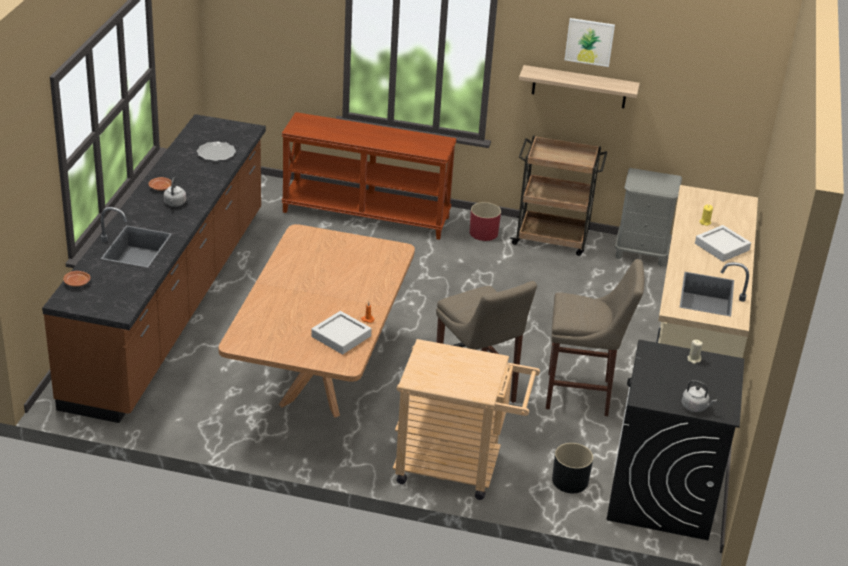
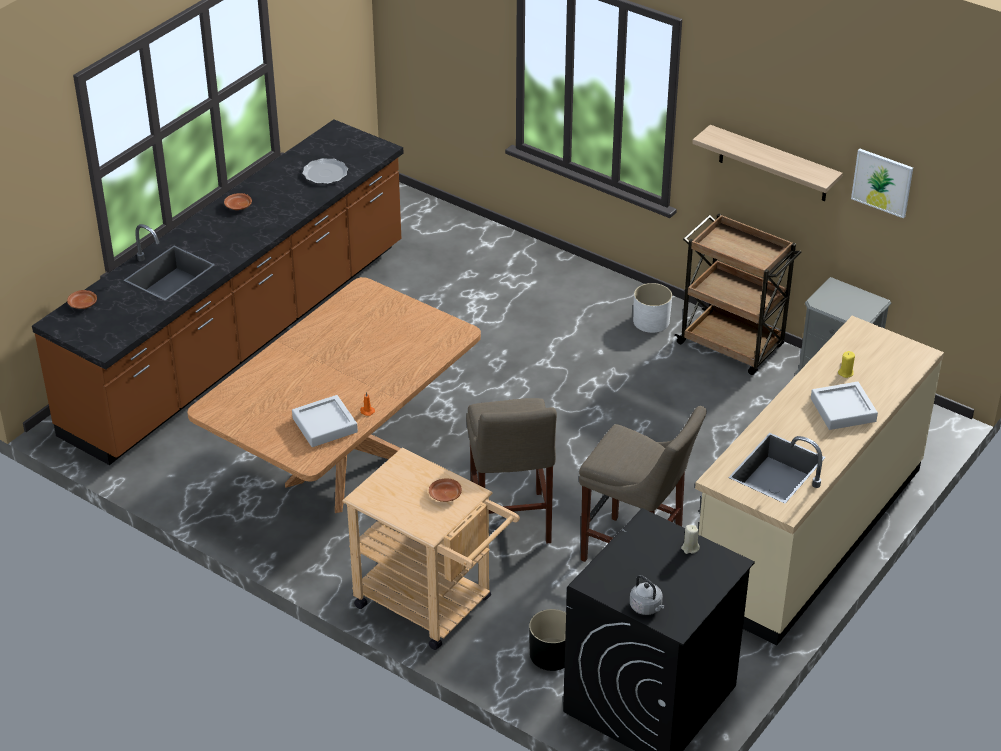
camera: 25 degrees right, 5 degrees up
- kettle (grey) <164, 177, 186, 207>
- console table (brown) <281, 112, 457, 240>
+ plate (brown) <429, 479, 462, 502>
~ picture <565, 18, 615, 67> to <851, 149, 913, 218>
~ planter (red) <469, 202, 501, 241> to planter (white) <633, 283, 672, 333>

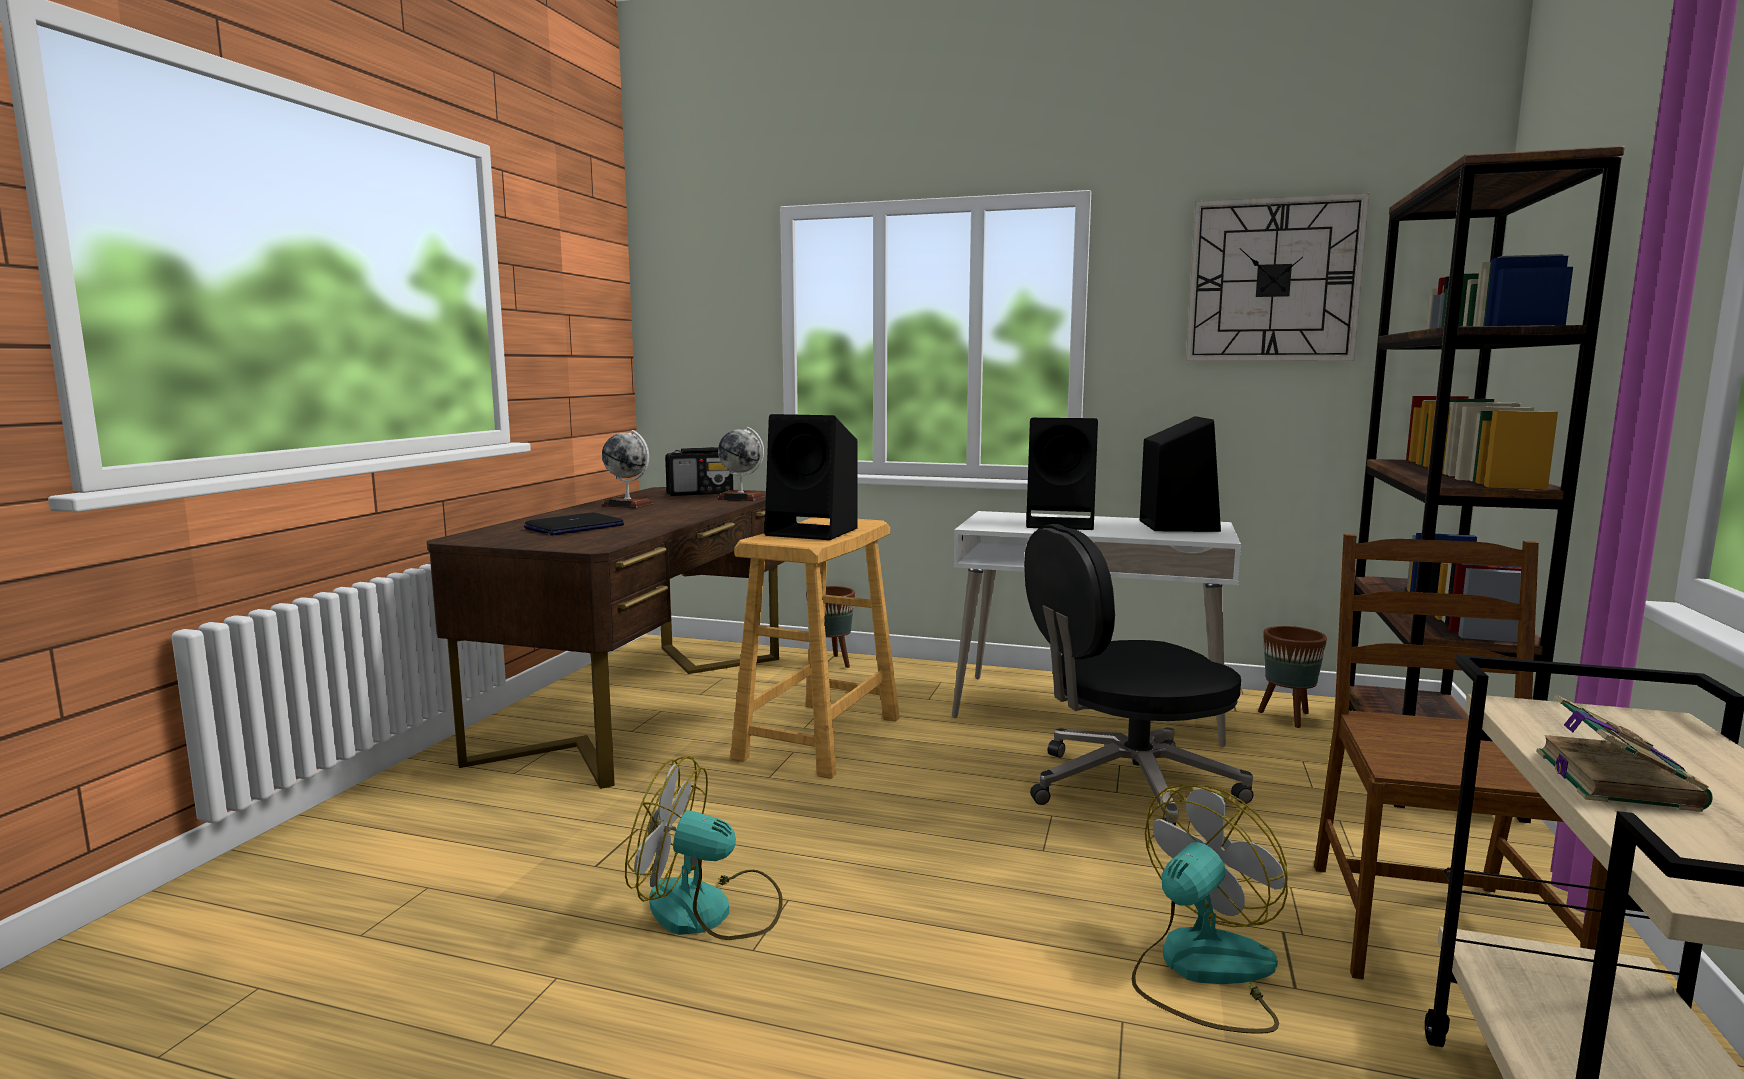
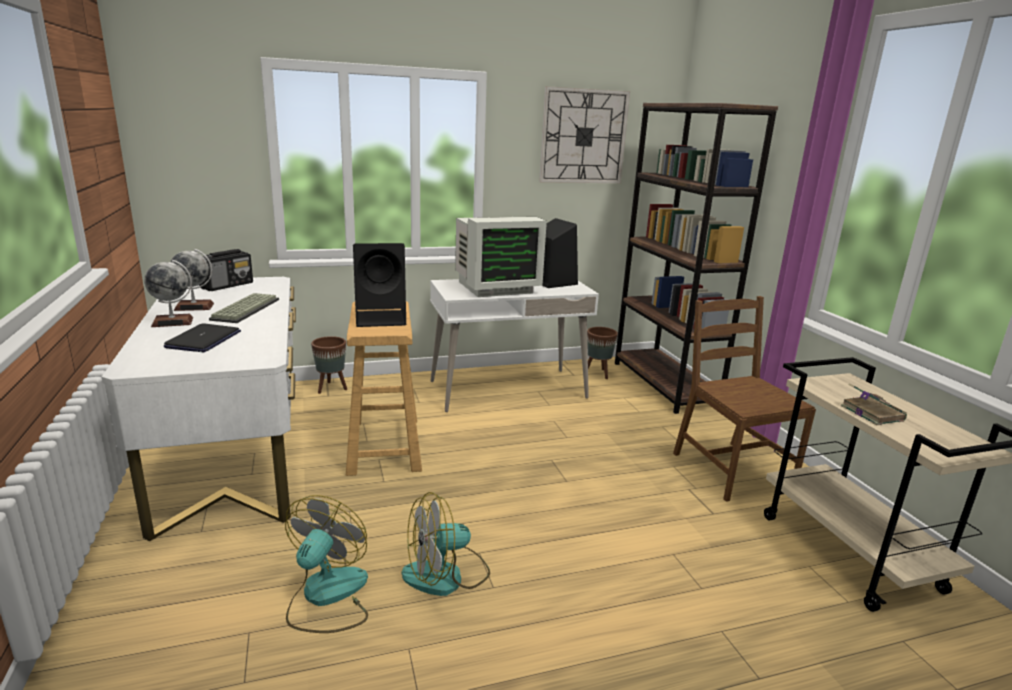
camera: 35 degrees left, 10 degrees up
- office chair (black) <1024, 524, 1253, 826>
+ keyboard <209, 293, 279, 323>
~ globe <717, 427, 764, 501> to <144, 260, 193, 327>
~ fan <1132, 784, 1288, 1034> to <285, 495, 368, 633>
~ speaker (black) <1026, 418, 1098, 530> to monitor <455, 217, 547, 297>
~ desk (brown) <427, 487, 785, 789> to desk (white) <102, 277, 296, 541>

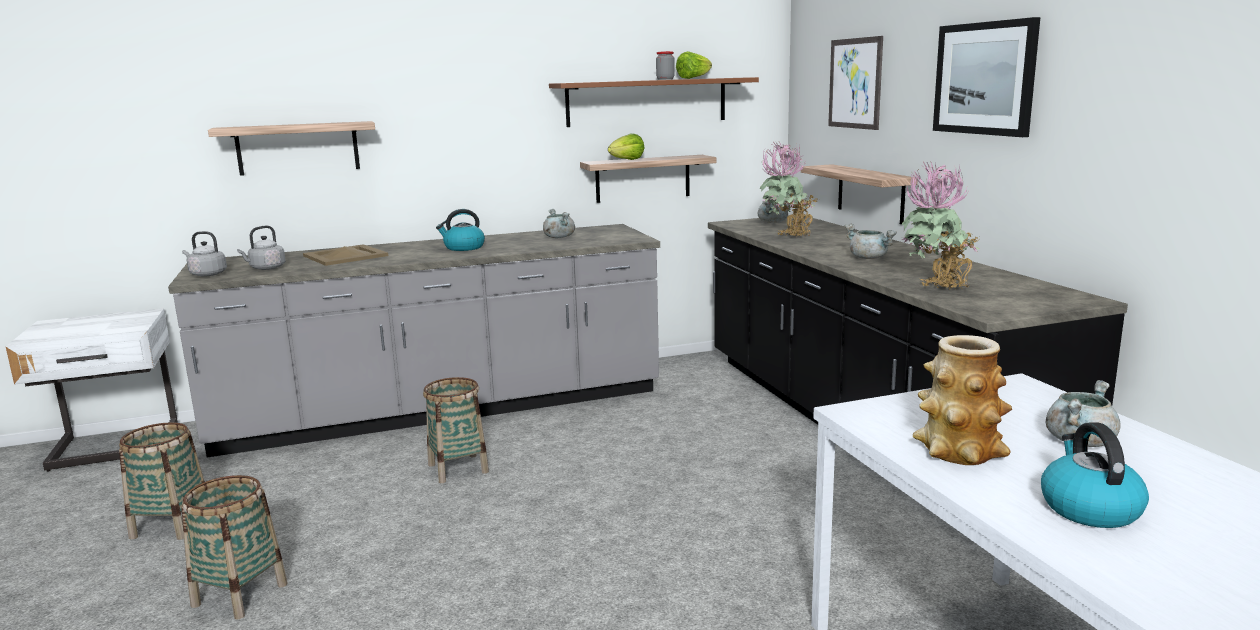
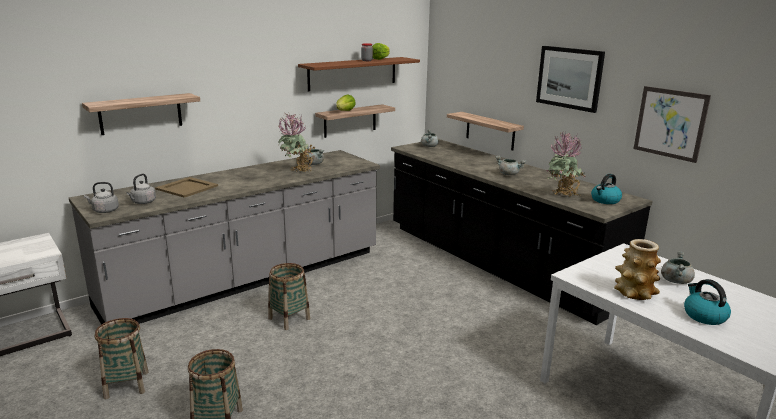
camera: 20 degrees left, 5 degrees up
~ kettle <436, 209, 485, 251> to <591, 174, 622, 204>
~ potted plant <760, 142, 819, 237> to <278, 114, 315, 172>
~ picture <828, 36, 883, 130> to <634, 86, 711, 163>

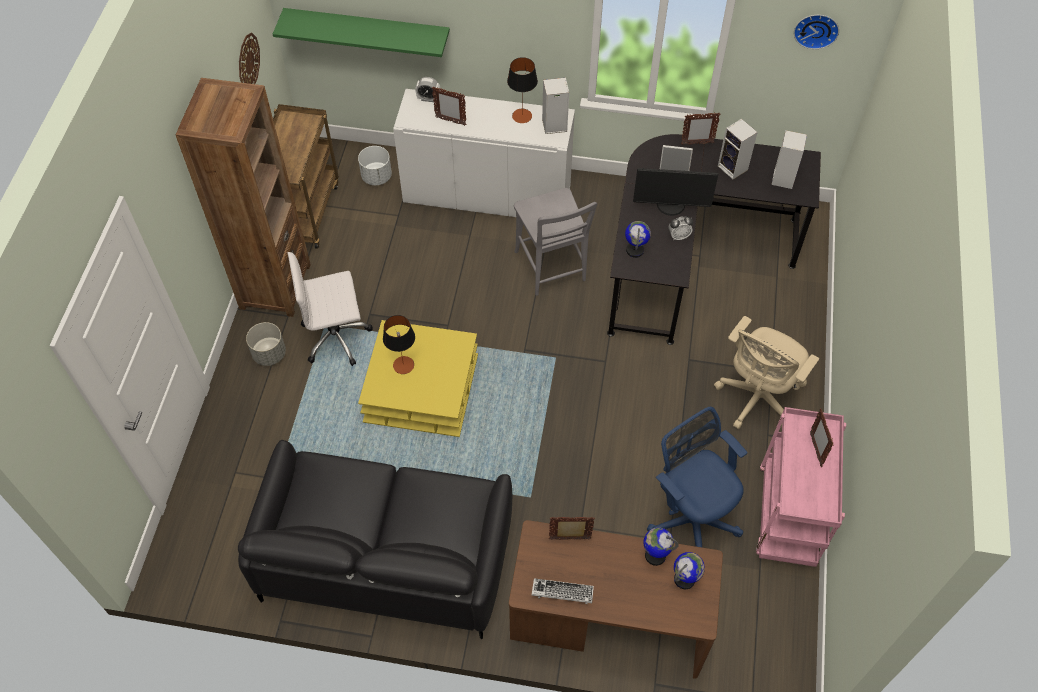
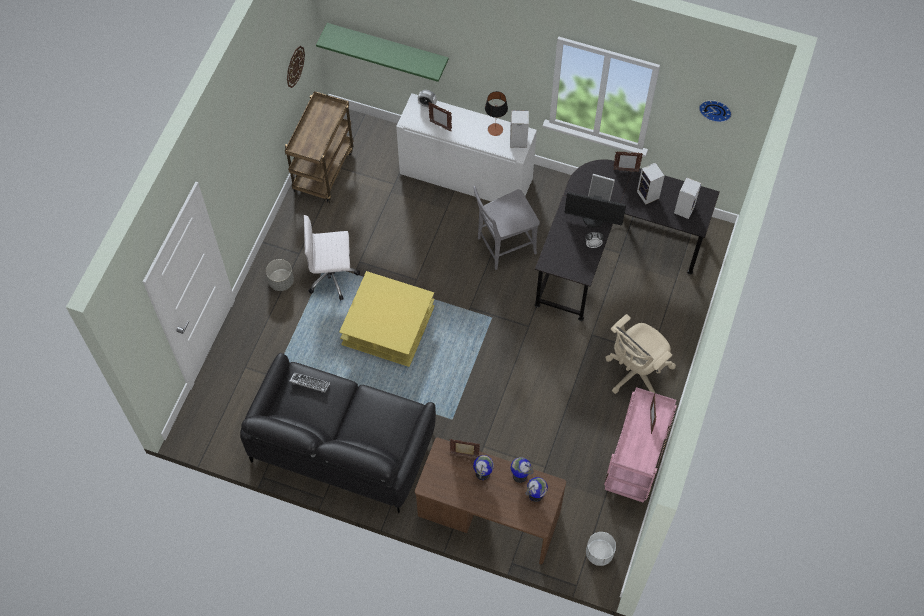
camera: 10 degrees right, 5 degrees up
- bookcase (brown) <176, 78, 311, 317>
- table lamp <383, 315, 415, 374>
- office chair (blue) <647, 407, 748, 547>
~ planter (white) <358, 146, 392, 185> to <586, 532, 616, 566>
~ keyboard <531, 578, 594, 604> to <289, 372, 330, 393>
~ globe <625, 221, 651, 258> to <473, 455, 494, 480>
~ chair (grey) <514, 188, 597, 296> = <473, 186, 540, 270> 75 degrees clockwise

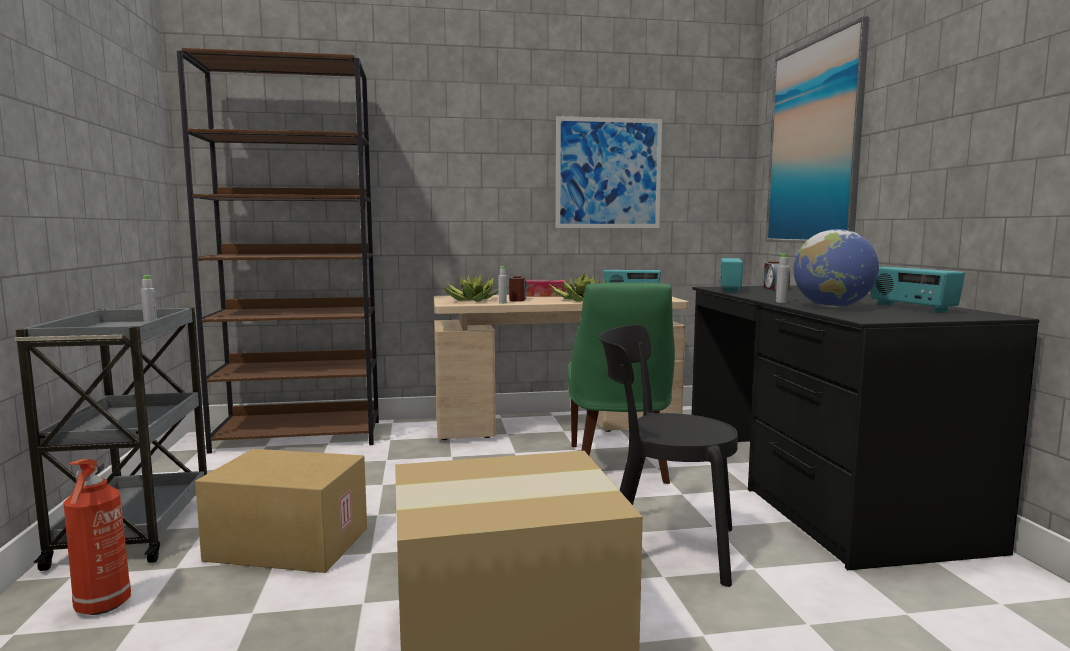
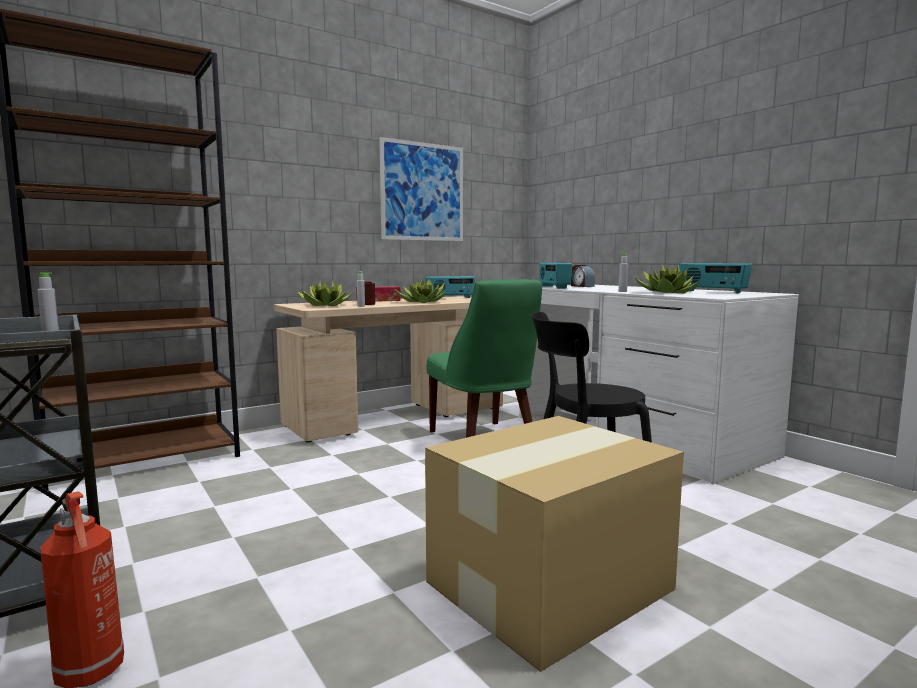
camera: 25 degrees left, 0 degrees up
- cardboard box <195, 449, 367, 573>
- picture <766, 16, 870, 243>
~ globe <794, 229, 879, 308> to potted plant <634, 264, 700, 293>
~ desk (black) <692, 285, 1039, 570> to desk (white) <519, 285, 799, 484>

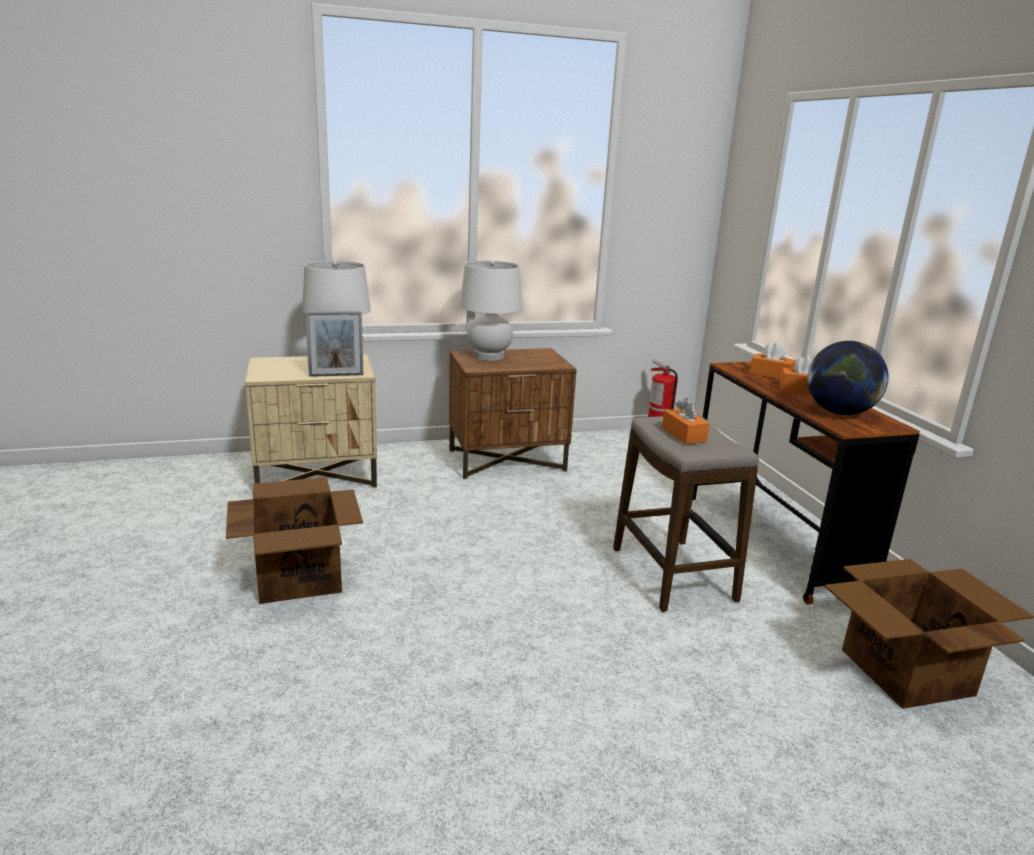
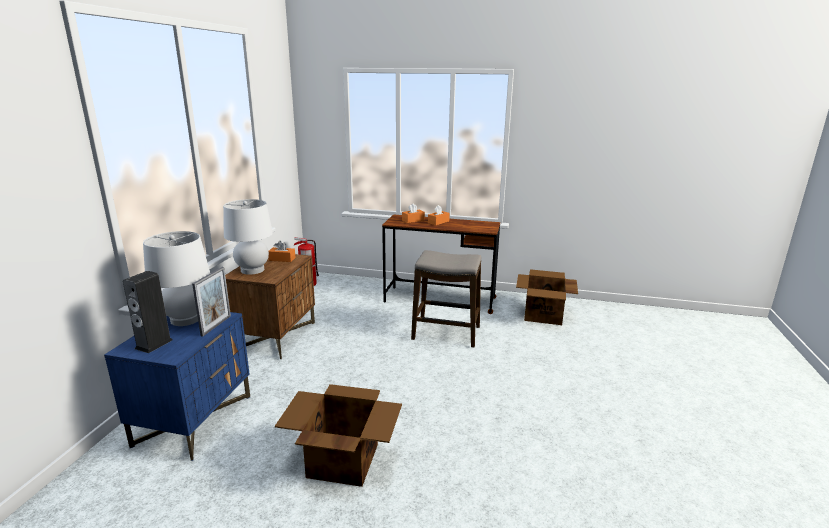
camera: 60 degrees left, 0 degrees up
- globe <807, 341, 889, 415>
+ speaker <123, 271, 173, 353>
~ tissue box (orange) <662, 398, 710, 444> to <268, 241, 296, 262>
~ nightstand (beige) <245, 355, 377, 488> to nightstand (blue) <104, 312, 250, 461>

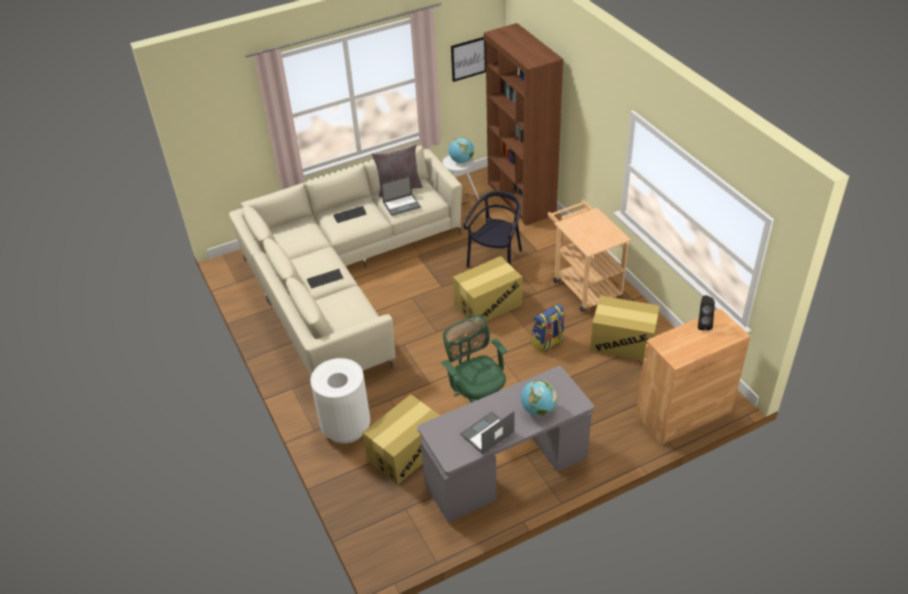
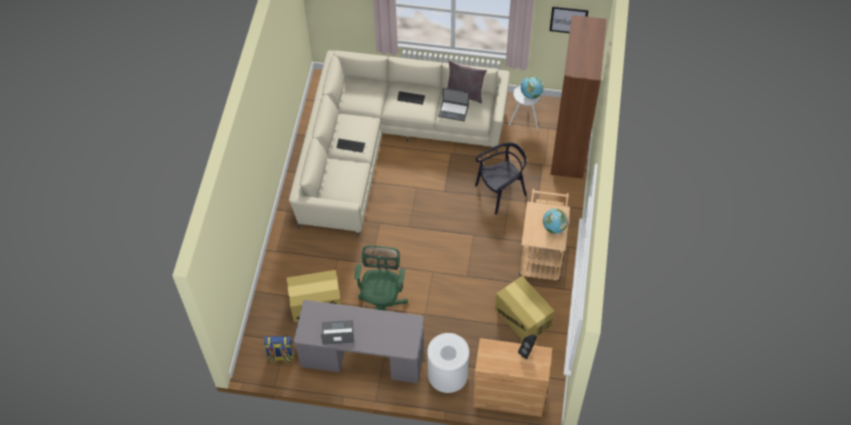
camera: 35 degrees right, 15 degrees up
- cardboard box <453, 256, 522, 321>
~ trash can (white) <310, 358, 370, 444> to <427, 333, 469, 393>
~ globe <521, 380, 557, 416> to <543, 209, 568, 234>
~ backpack <532, 304, 565, 353> to <264, 336, 294, 364>

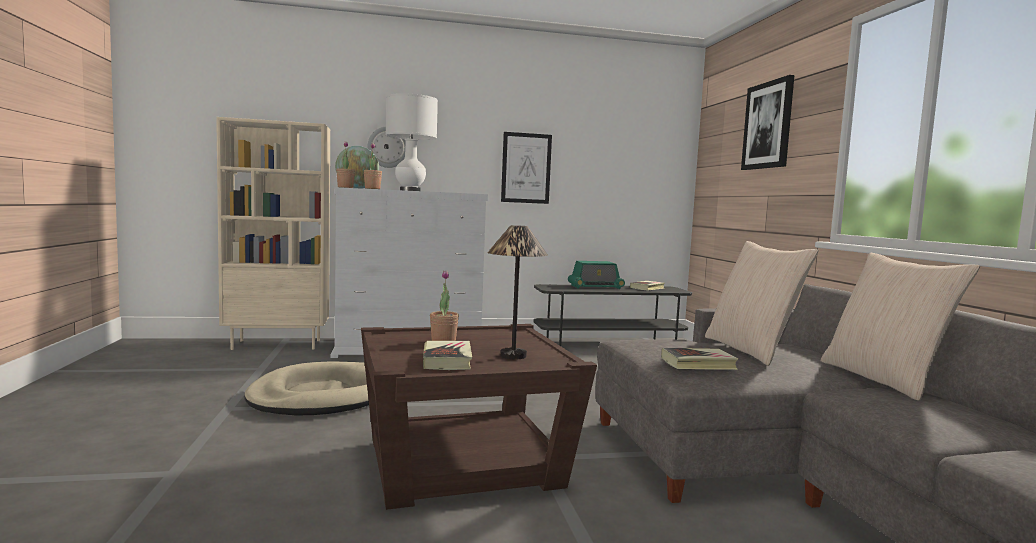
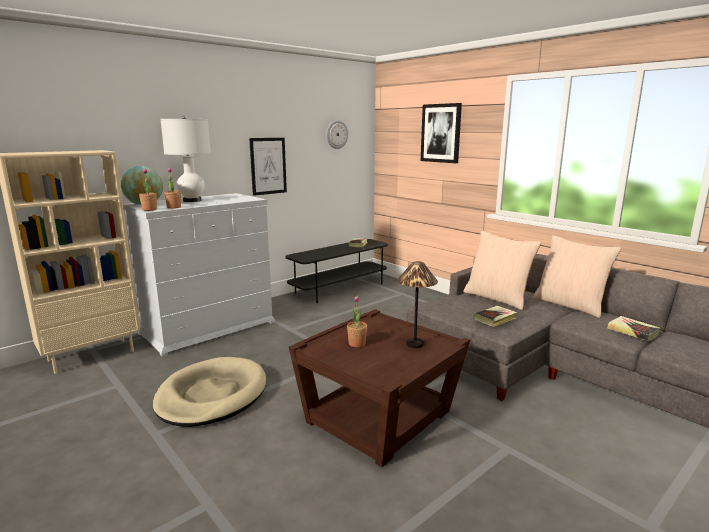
camera: 30 degrees left, 10 degrees up
- radio <568, 261, 625, 289>
~ wall clock <368, 127, 406, 168> to <326, 120, 348, 149>
~ book <423, 341, 472, 370> to <607, 316, 661, 341>

